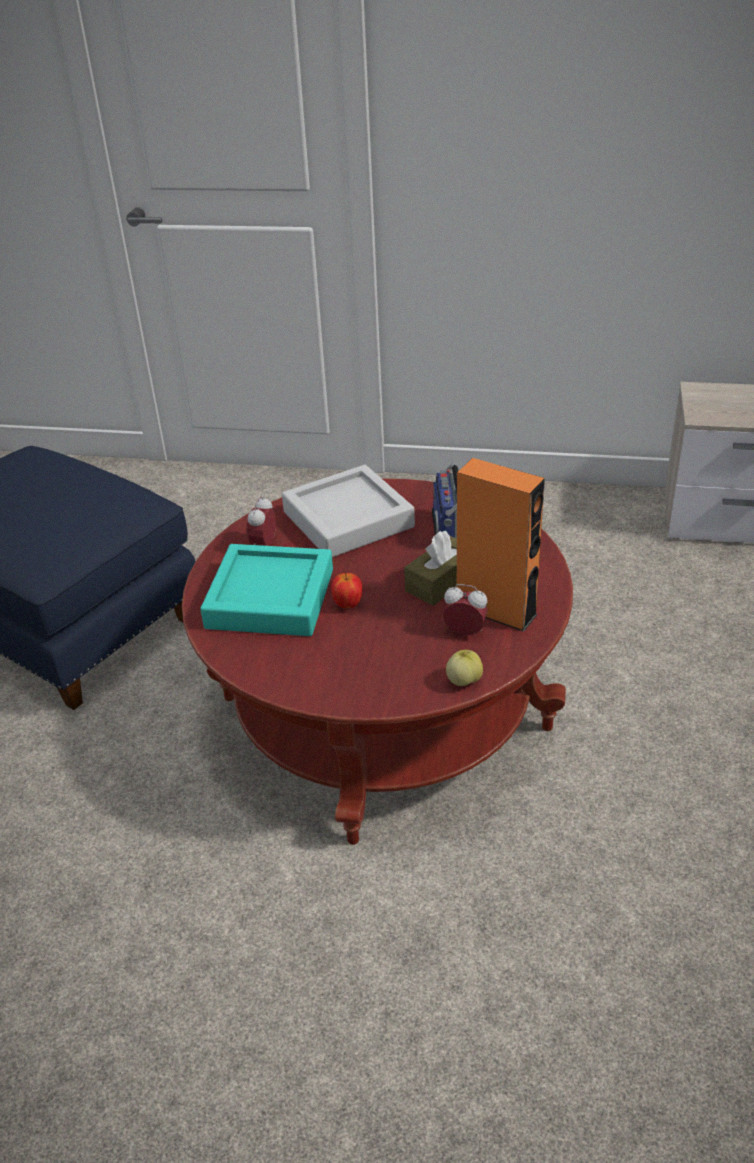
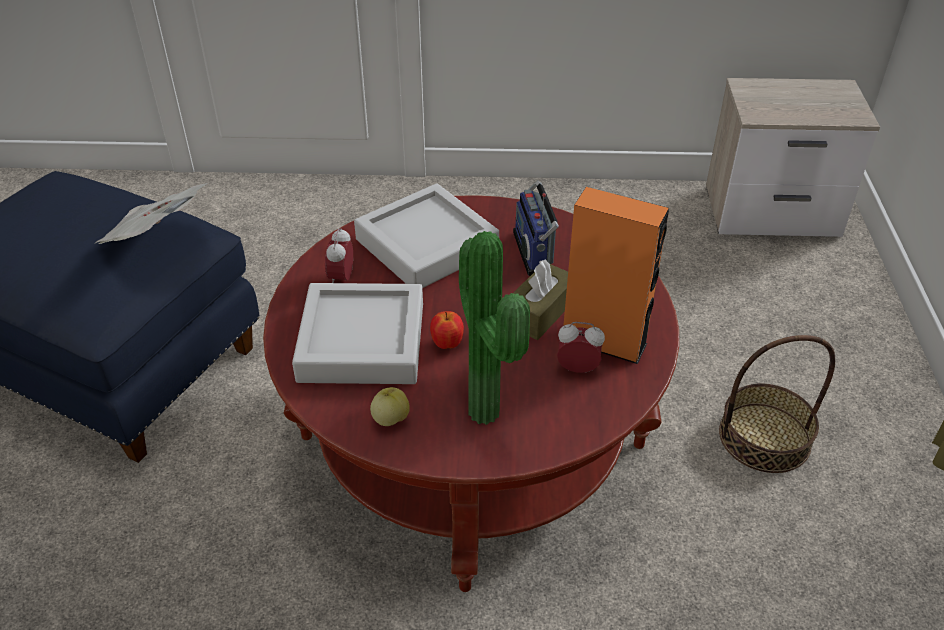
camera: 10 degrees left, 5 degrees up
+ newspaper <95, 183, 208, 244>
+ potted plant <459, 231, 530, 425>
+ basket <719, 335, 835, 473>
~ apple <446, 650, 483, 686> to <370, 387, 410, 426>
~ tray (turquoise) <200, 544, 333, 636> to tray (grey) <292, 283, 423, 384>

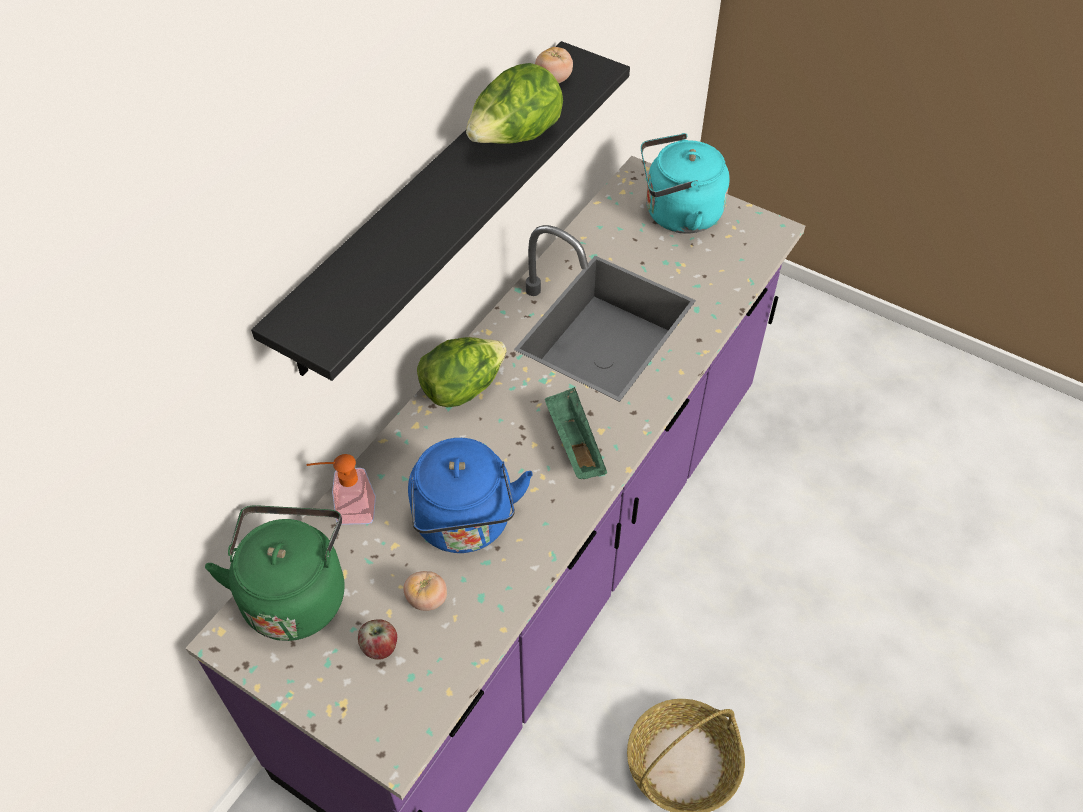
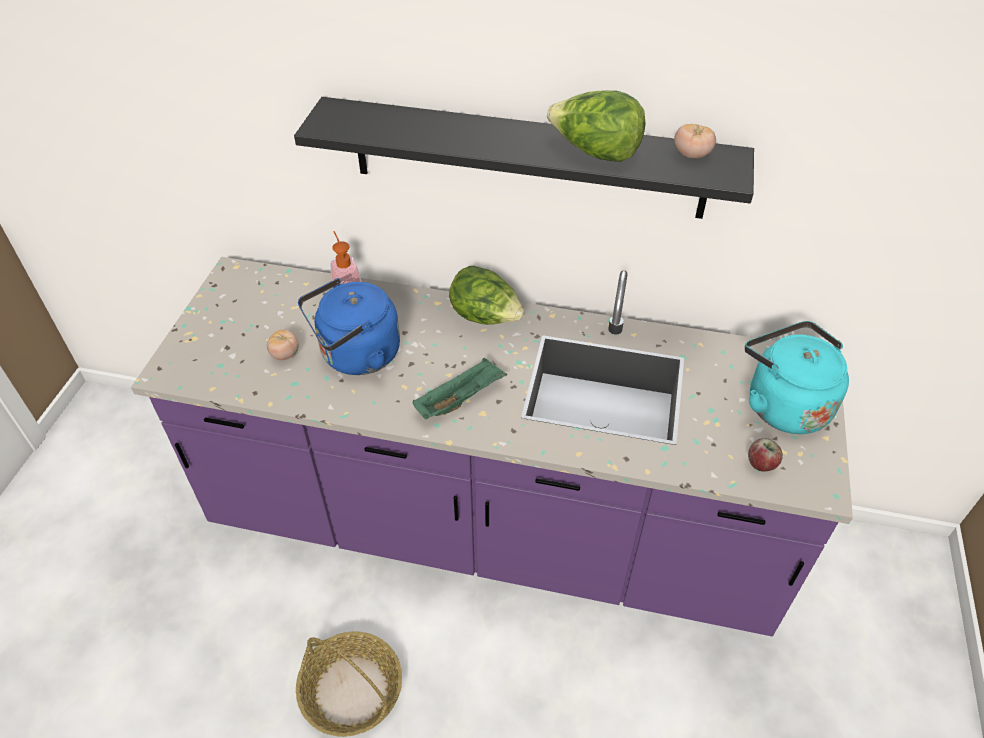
camera: 70 degrees right, 5 degrees down
- kettle (green) <205, 505, 345, 641>
~ apple <358, 619, 397, 660> to <748, 438, 783, 472>

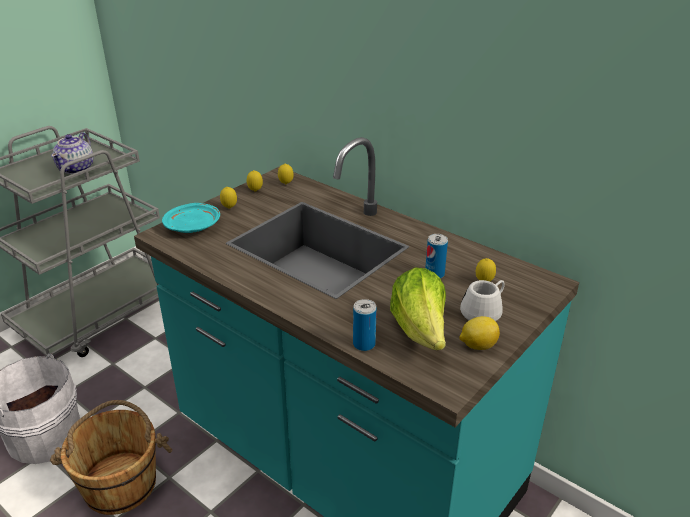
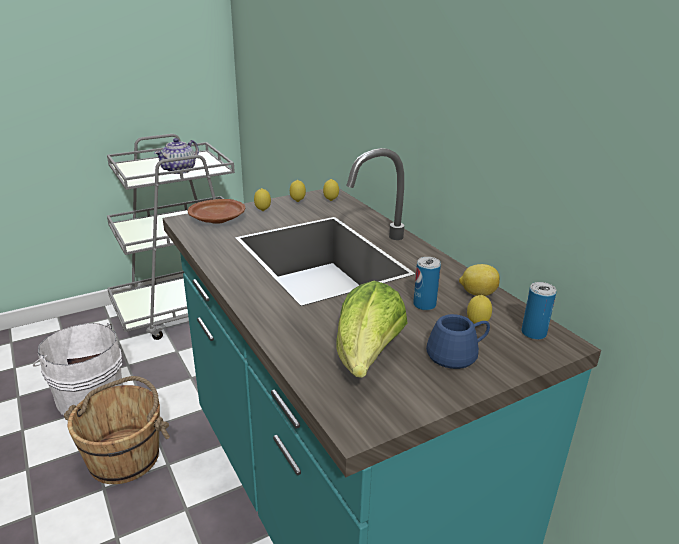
camera: 20 degrees right, 5 degrees down
~ can <353, 299, 377, 351> to <521, 282, 556, 340>
~ lemon <460, 316, 500, 350> to <459, 264, 500, 296>
~ plate (turquoise) <162, 203, 220, 233> to plate (brown) <188, 199, 245, 224>
~ mug (white) <460, 280, 505, 321> to mug (blue) <426, 314, 490, 369>

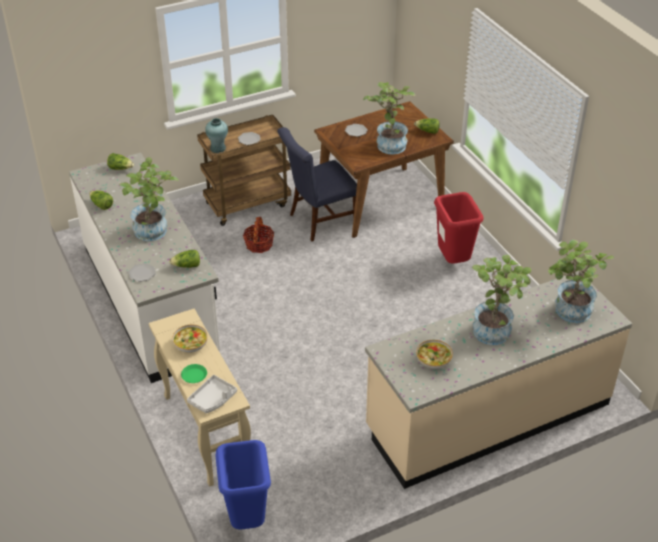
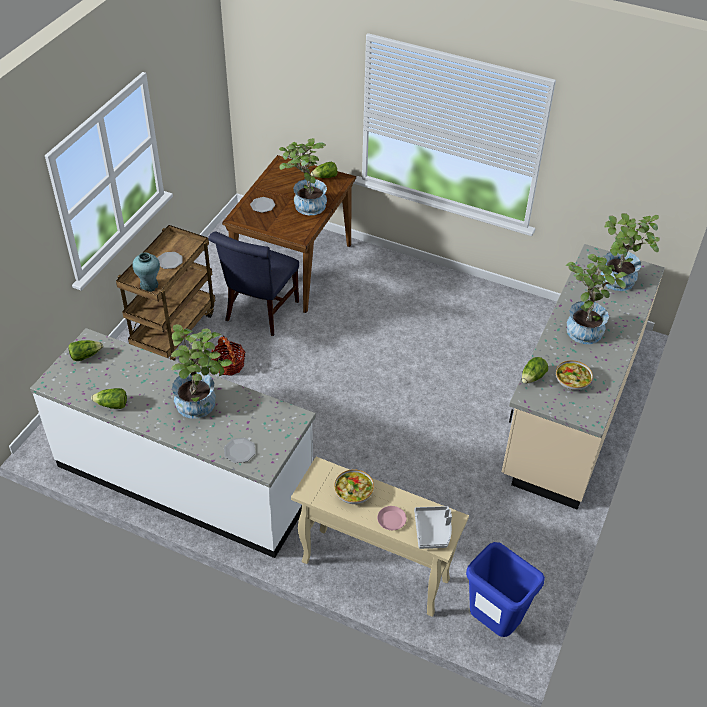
camera: 40 degrees left, 5 degrees up
- trash can (red) <434, 192, 484, 264>
~ lettuce <169, 250, 200, 268> to <522, 357, 548, 384>
~ plate (green) <181, 364, 207, 383> to plate (pink) <377, 506, 407, 530>

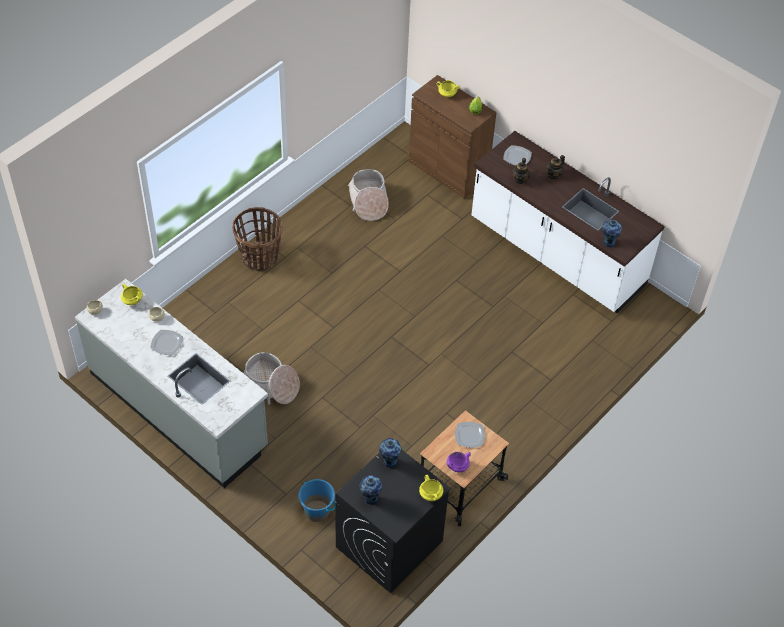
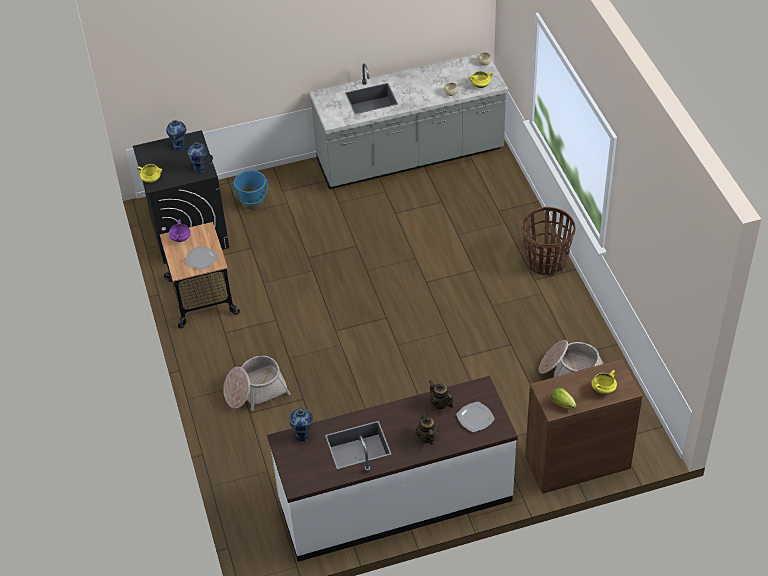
camera: 125 degrees right, 5 degrees down
- plate <150, 330, 183, 355>
~ basket <243, 352, 300, 405> to <223, 356, 291, 411>

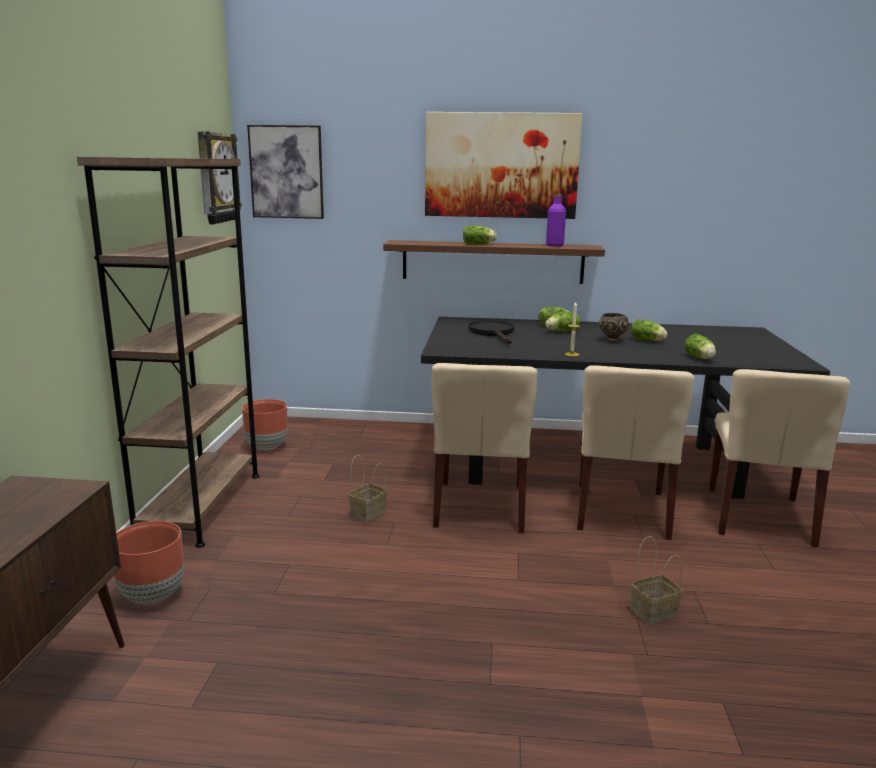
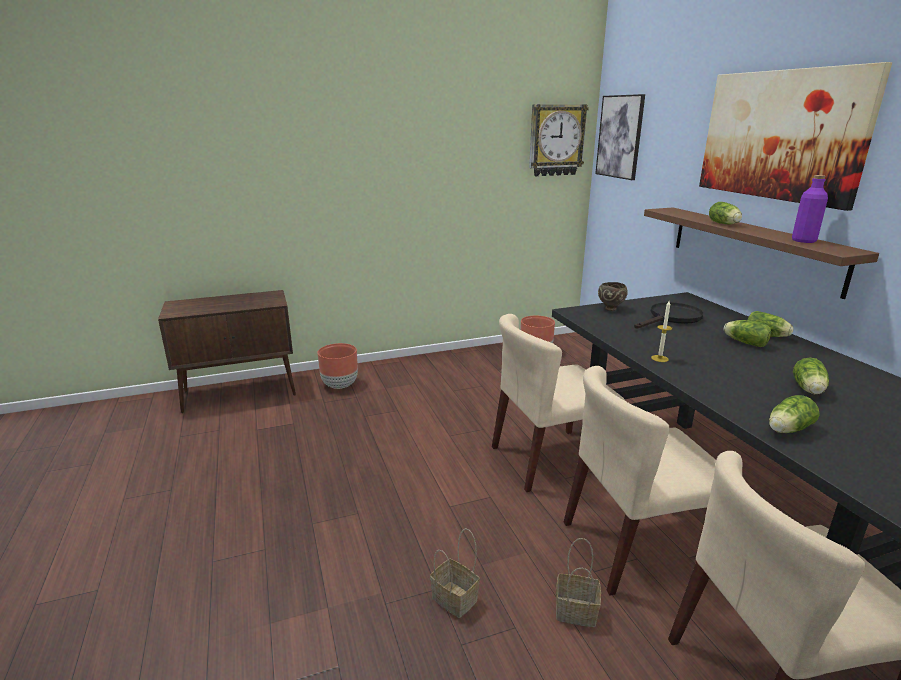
camera: 65 degrees right, 5 degrees up
- bookcase (brown) <77, 157, 260, 548>
~ basket <348, 455, 387, 522> to <556, 538, 601, 627>
~ bowl (brown) <599, 313, 629, 342> to <598, 282, 628, 311>

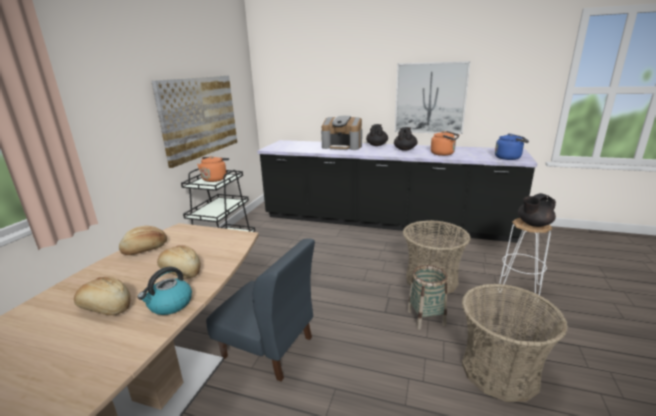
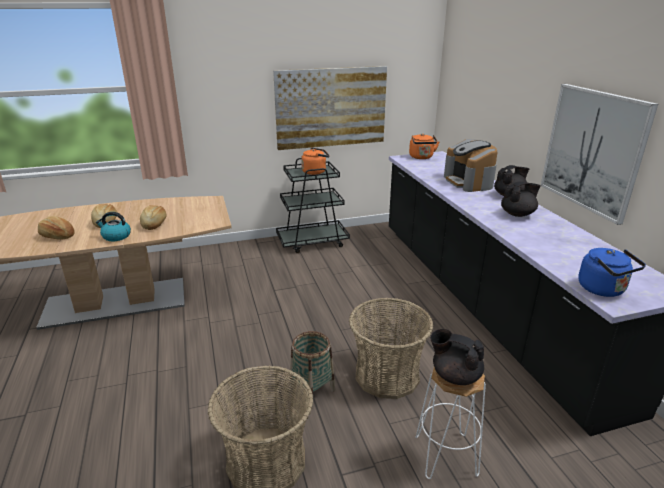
camera: 55 degrees right, 5 degrees up
- chair (blue) <206, 239, 315, 381>
~ bread <119, 226, 167, 255> to <38, 216, 75, 239>
~ kettle (orange) <431, 131, 459, 156> to <409, 134, 439, 159>

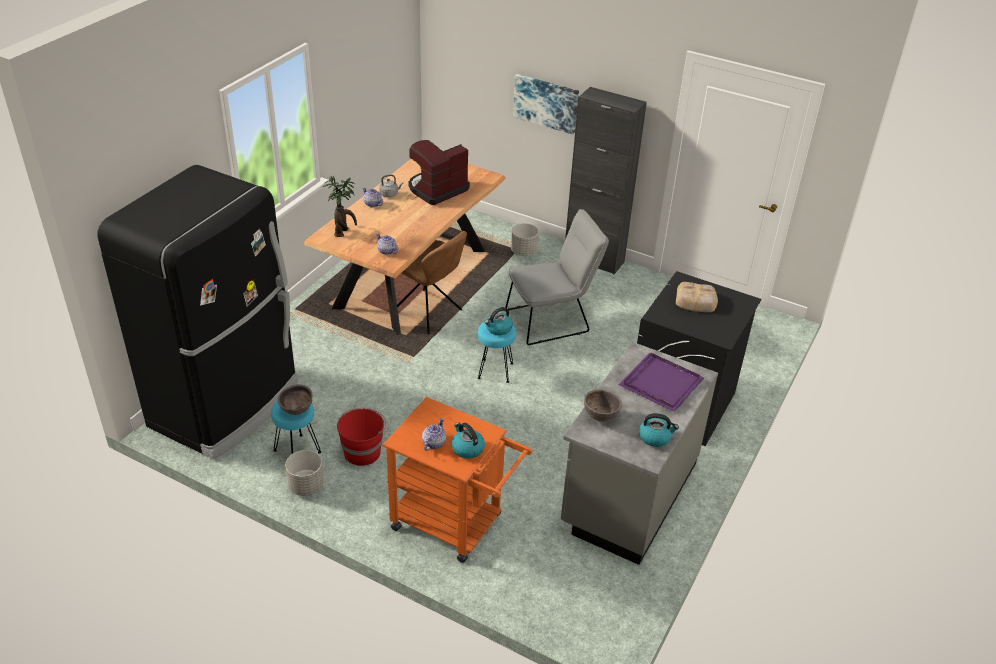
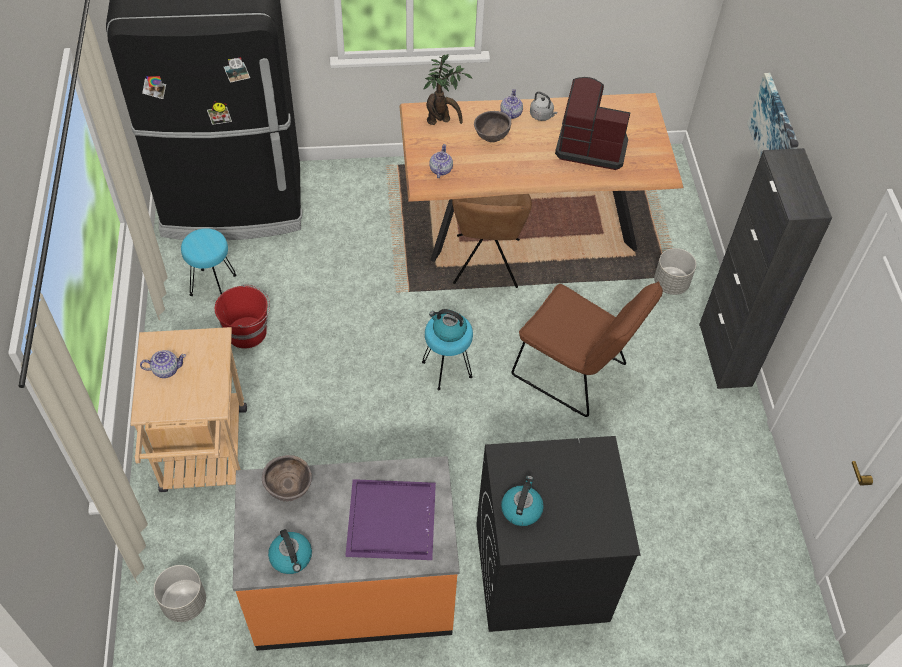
camera: 55 degrees right, 15 degrees up
- bread <676, 282, 718, 312>
~ bowl (brown) <278, 384, 312, 415> to <474, 111, 511, 142>
~ planter (grey) <285, 450, 324, 496> to <154, 565, 206, 622>
~ kettle <451, 423, 485, 459> to <501, 476, 544, 526>
~ cart (orange) <383, 397, 532, 563> to cart (beige) <130, 327, 247, 492>
~ chair (grey) <505, 209, 609, 345> to chair (brown) <512, 282, 663, 417>
~ counter (grey) <561, 342, 718, 565> to counter (orange) <233, 456, 460, 651>

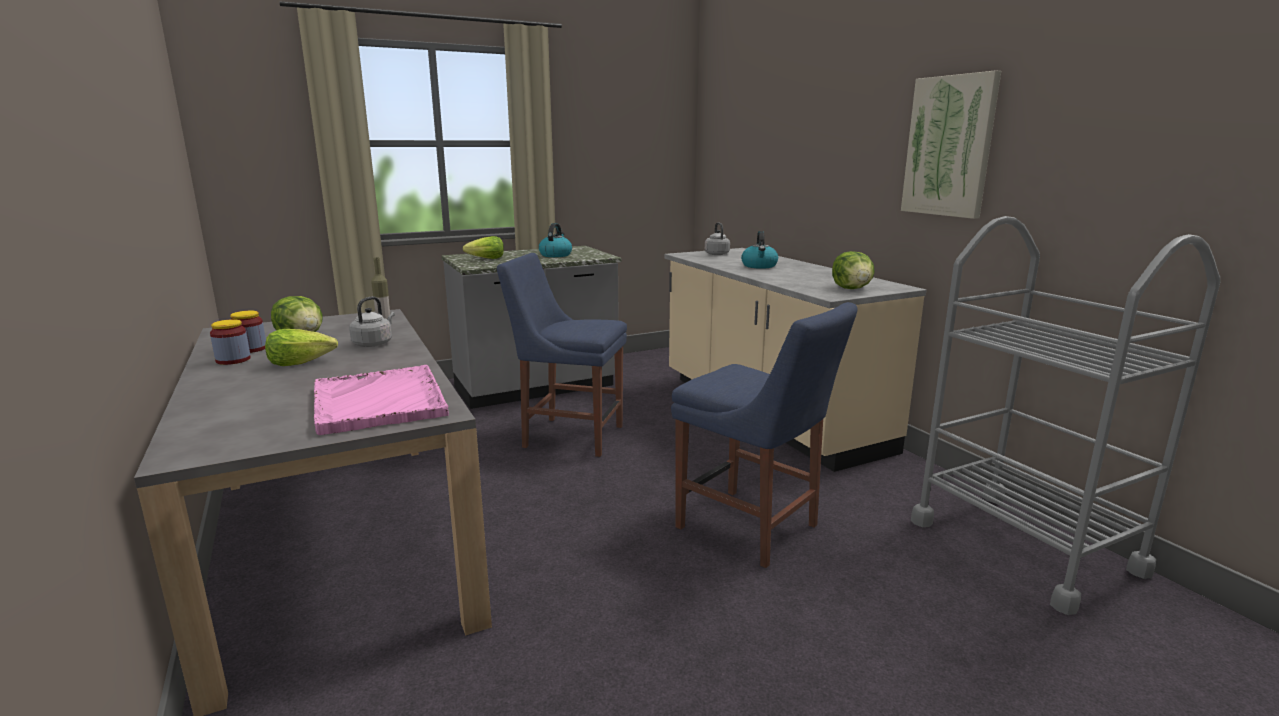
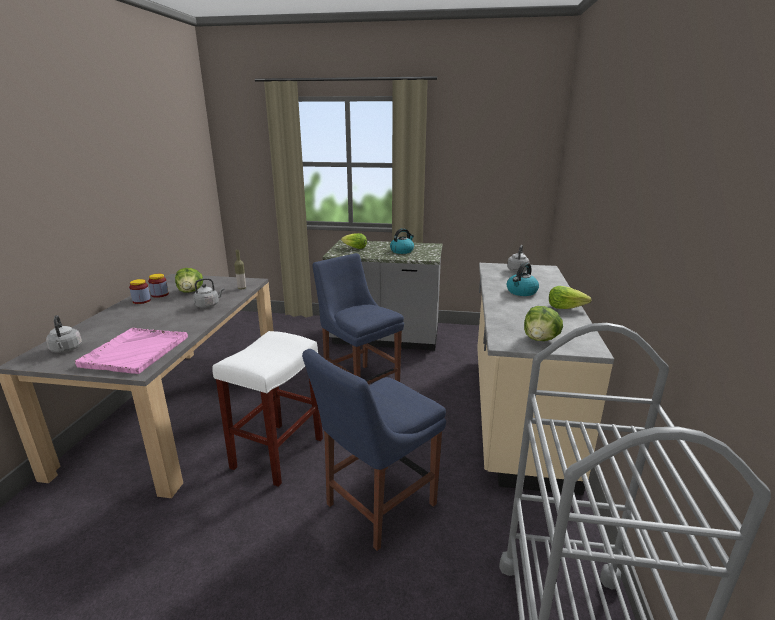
camera: 35 degrees right, 5 degrees up
- picture <901, 70, 1001, 219>
+ kettle (grey) <46, 315, 82, 353>
+ stool (white) <212, 331, 323, 487>
~ lettuce <265, 329, 338, 366> to <549, 286, 591, 309>
~ chair (blue) <671, 302, 857, 568> = <302, 349, 446, 551> 60 degrees clockwise

